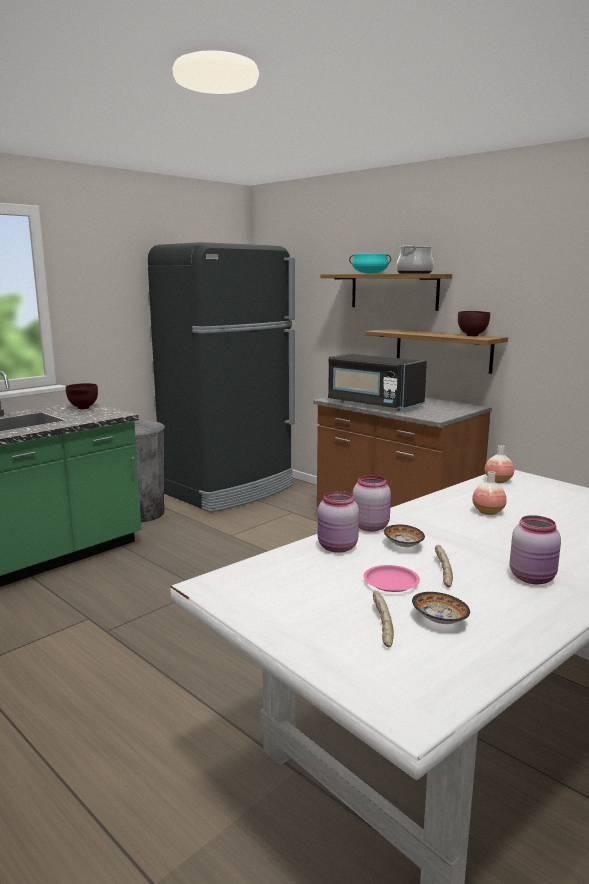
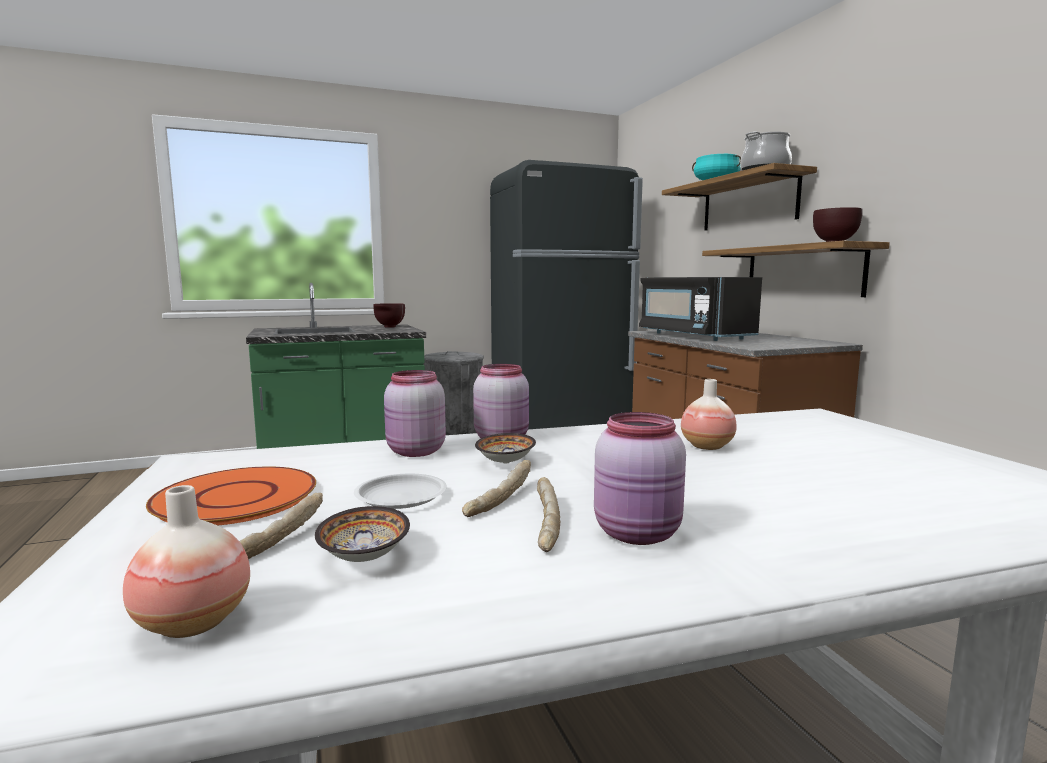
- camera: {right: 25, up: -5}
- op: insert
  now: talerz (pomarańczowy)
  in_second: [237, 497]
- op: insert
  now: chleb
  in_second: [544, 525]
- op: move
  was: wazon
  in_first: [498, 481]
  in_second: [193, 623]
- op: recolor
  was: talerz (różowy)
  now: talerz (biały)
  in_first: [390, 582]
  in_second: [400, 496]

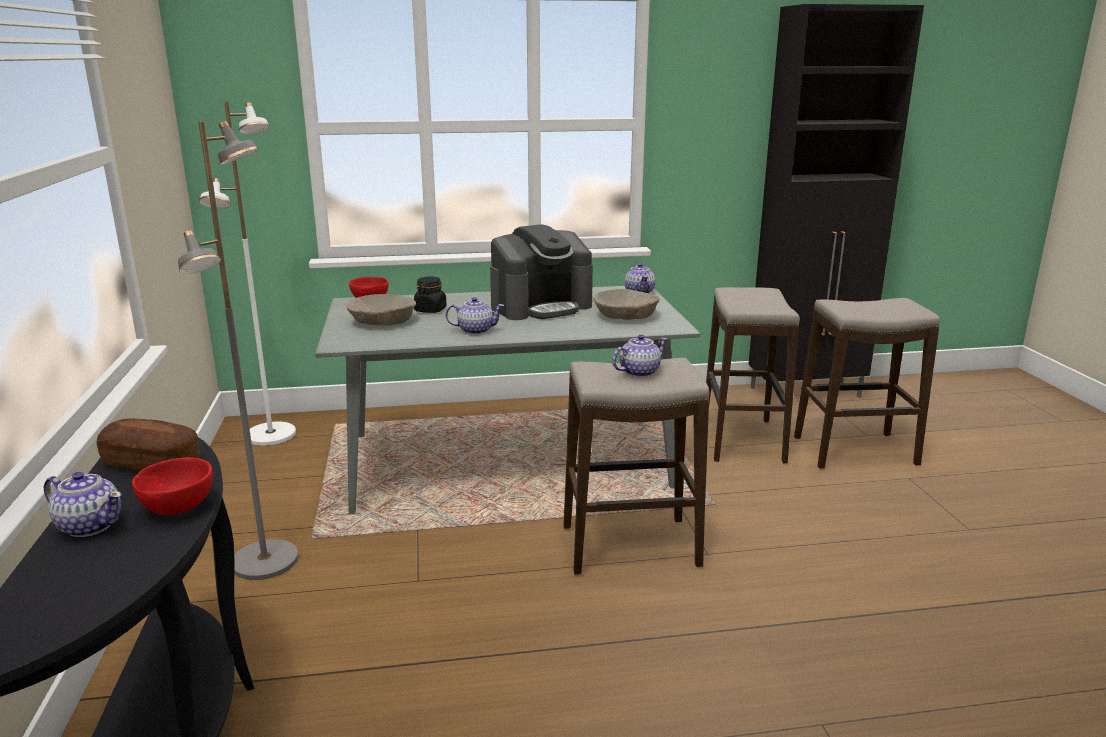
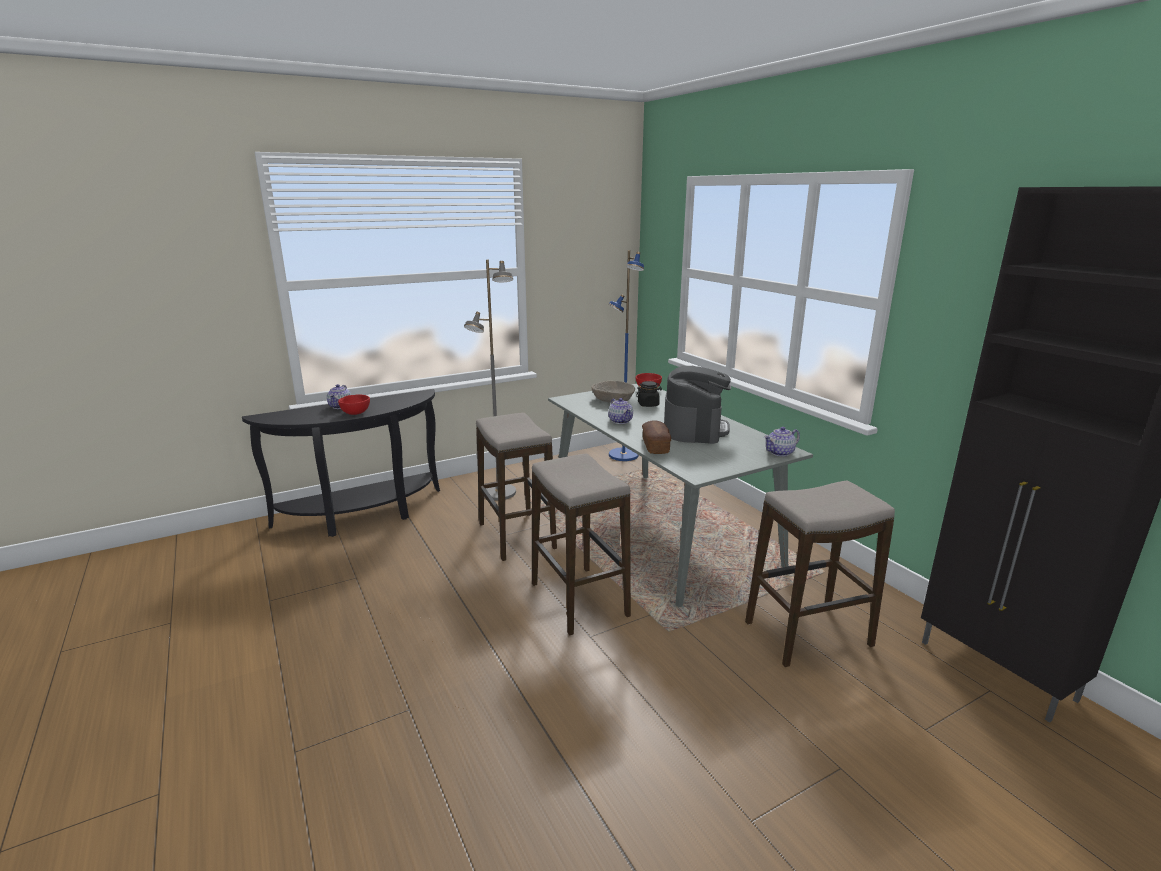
- camera: {right: 70, up: 0}
- op: delete
  was: miska (beżowy)
  in_first: [625, 316]
- op: delete
  was: imbryk
  in_first: [638, 372]
- op: move
  was: chleb
  in_first: [151, 463]
  in_second: [655, 446]
- op: move
  was: stołek
  in_first: [855, 451]
  in_second: [516, 536]
- op: recolor
  was: lampa stojąca (biały)
  now: lampa stojąca (niebieski)
  in_first: [271, 435]
  in_second: [623, 455]
- op: rotate
  was: ekspres do kawy
  in_first: [541, 306]
  in_second: [695, 429]
  clockwise: -120

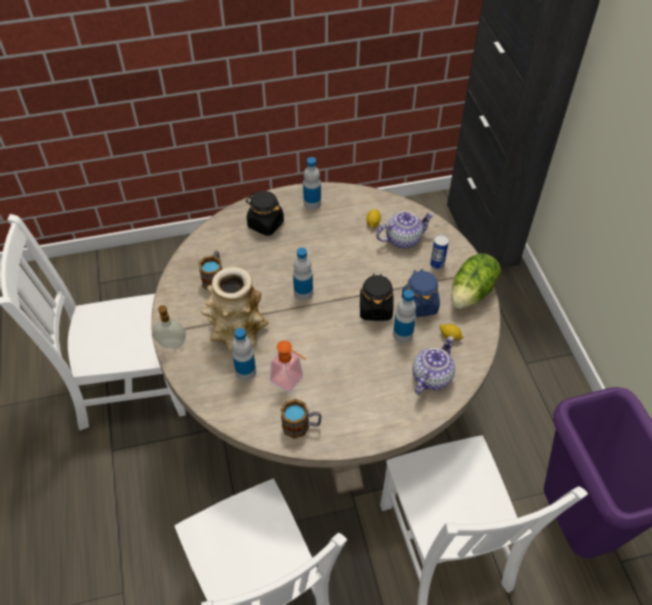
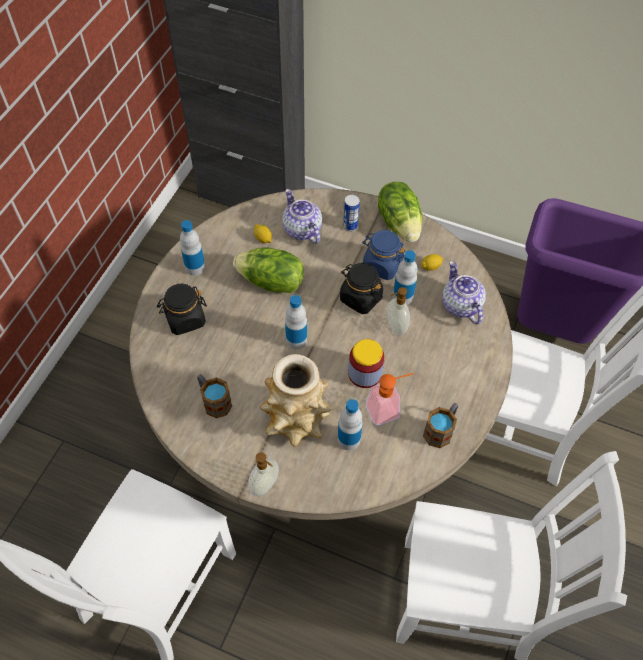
- camera: {right: -55, up: 5}
- op: insert
  now: sałata
  in_second: [271, 282]
- op: insert
  now: słoik
  in_second: [365, 373]
- op: insert
  now: dozownik mydła
  in_second: [395, 326]
- op: rotate
  was: imbryk
  in_first: [403, 239]
  in_second: [301, 229]
  clockwise: -45

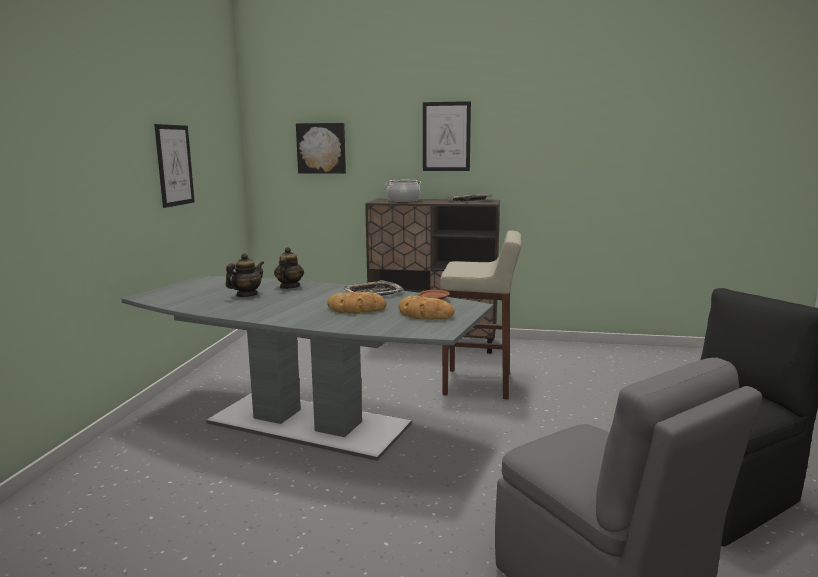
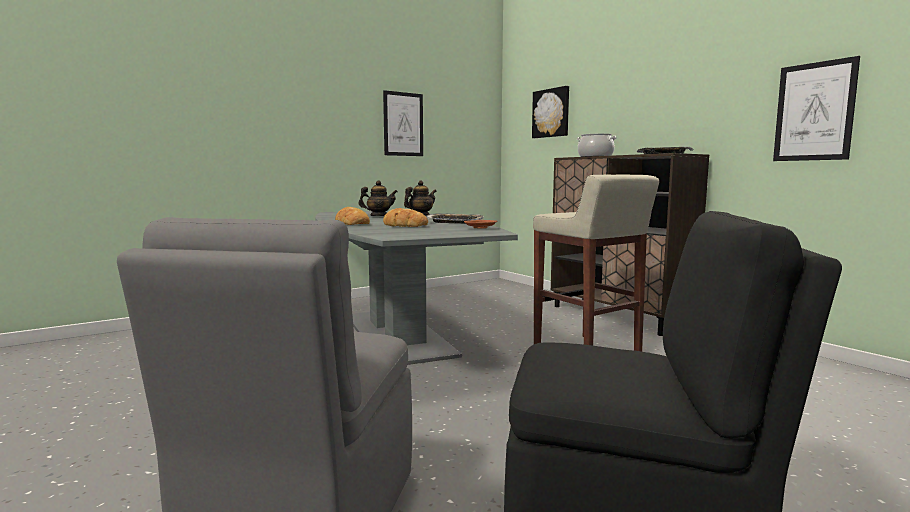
- camera: {right: 45, up: -5}
- op: move
  was: chleb
  in_first: [424, 314]
  in_second: [353, 223]
- op: move
  was: obraz
  in_first: [446, 136]
  in_second: [814, 112]

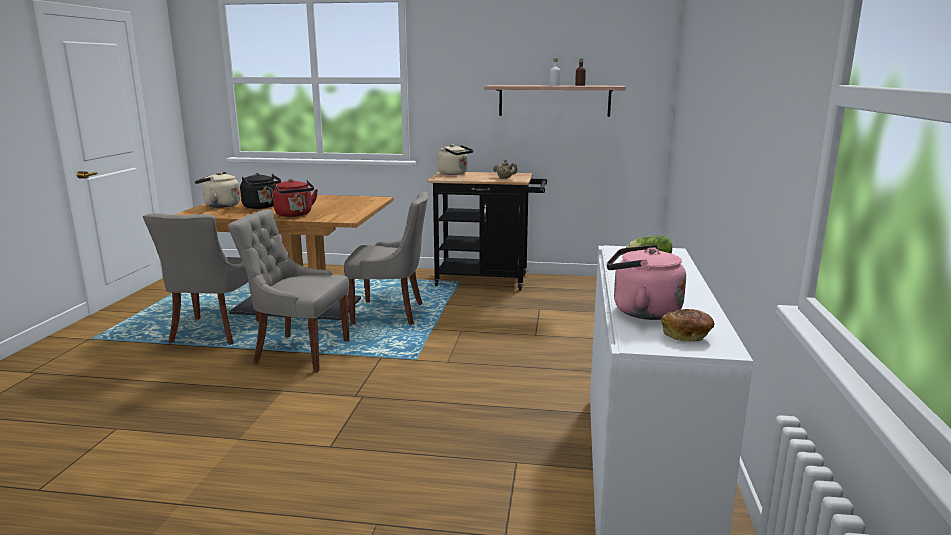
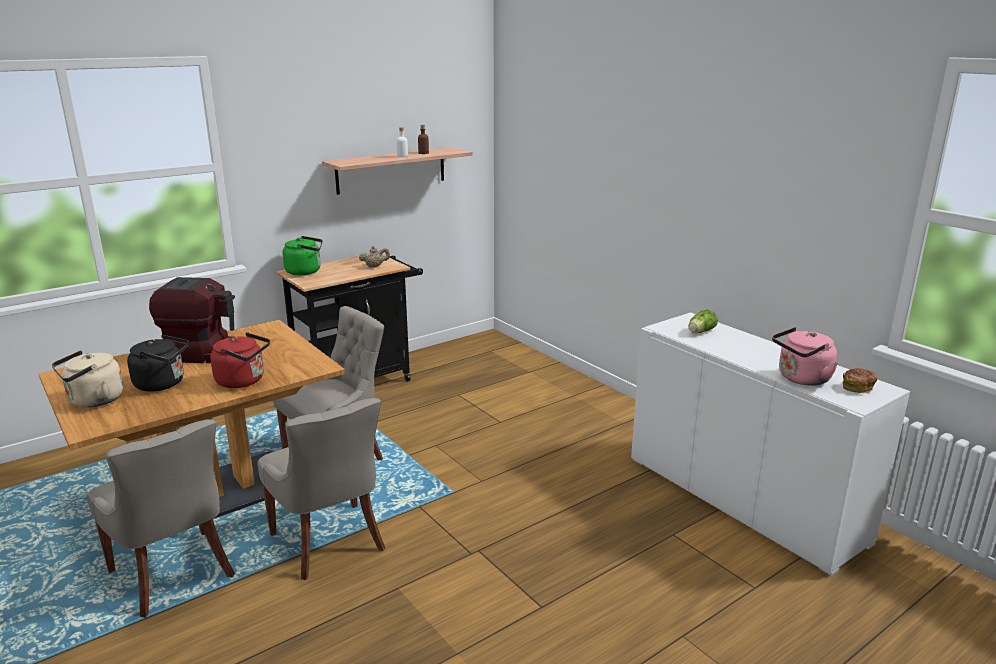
- camera: {right: -45, up: 5}
- op: insert
  now: ekspres do kawy
  in_second: [207, 353]
- op: recolor
  was: czajnik (beżowy)
  now: czajnik (zielony)
  in_first: [454, 173]
  in_second: [306, 271]
- op: rotate
  was: krzesło (szary)
  in_first: [299, 352]
  in_second: [330, 542]
  clockwise: -90

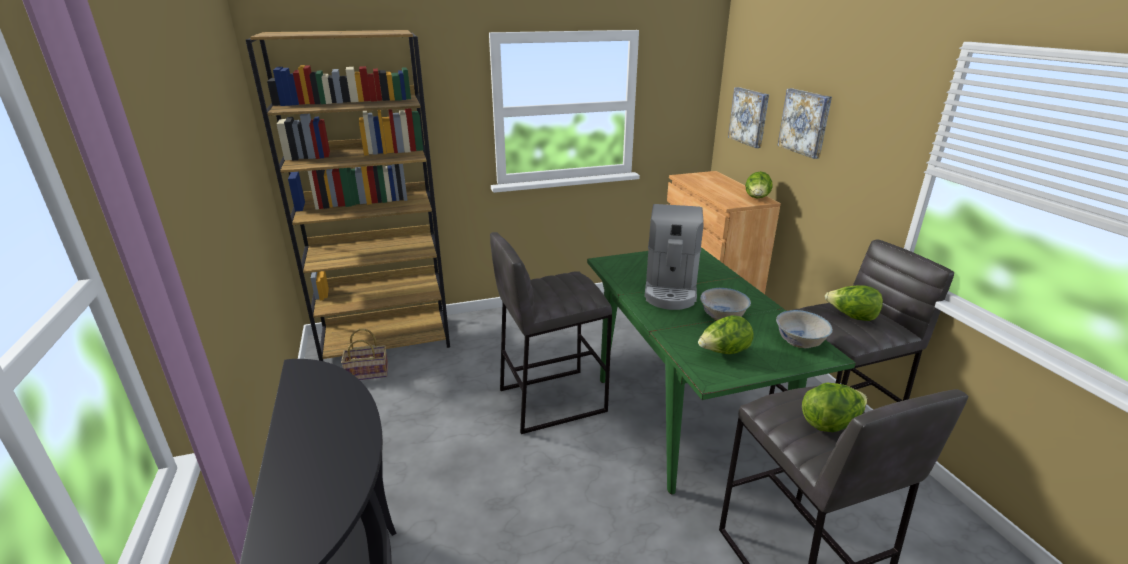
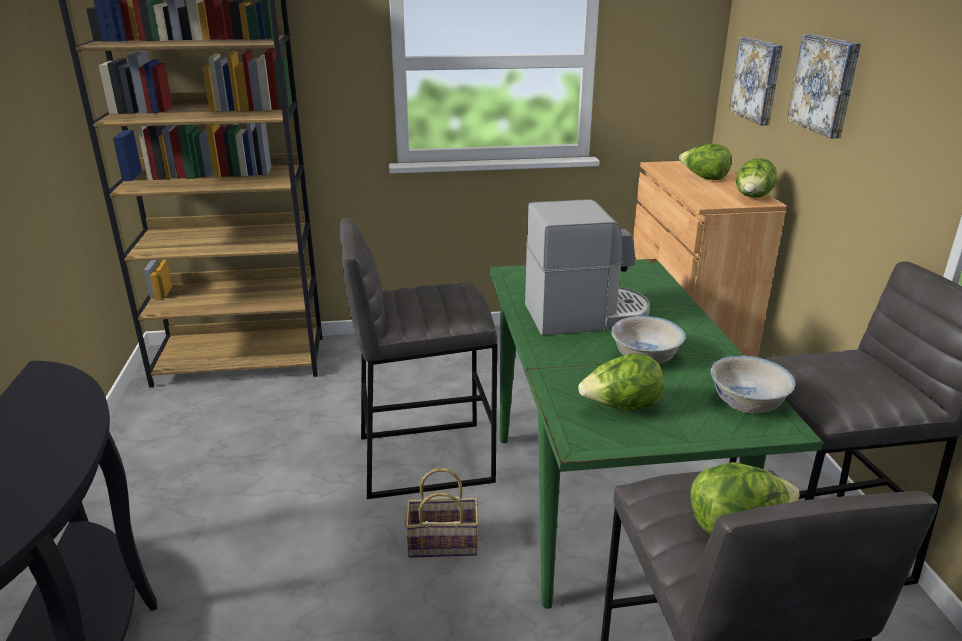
- camera: {right: 10, up: 0}
- op: move
  was: koszyk
  in_first: [368, 372]
  in_second: [445, 542]
- op: move
  was: sałata
  in_first: [851, 317]
  in_second: [704, 178]
- op: rotate
  was: ekspres do kawy
  in_first: [670, 289]
  in_second: [586, 315]
  clockwise: -120

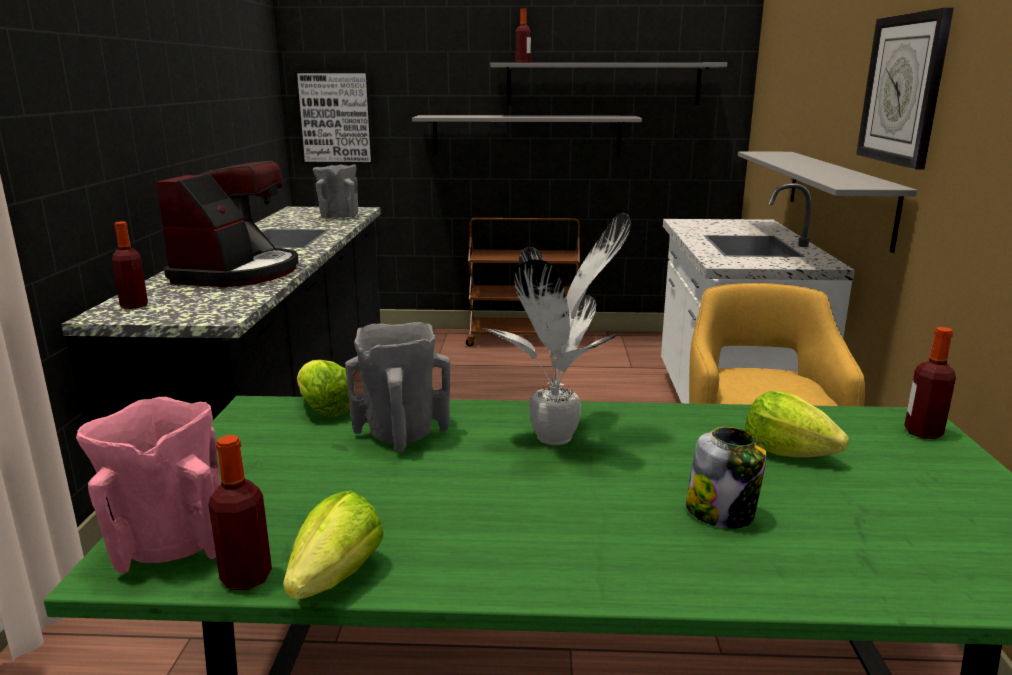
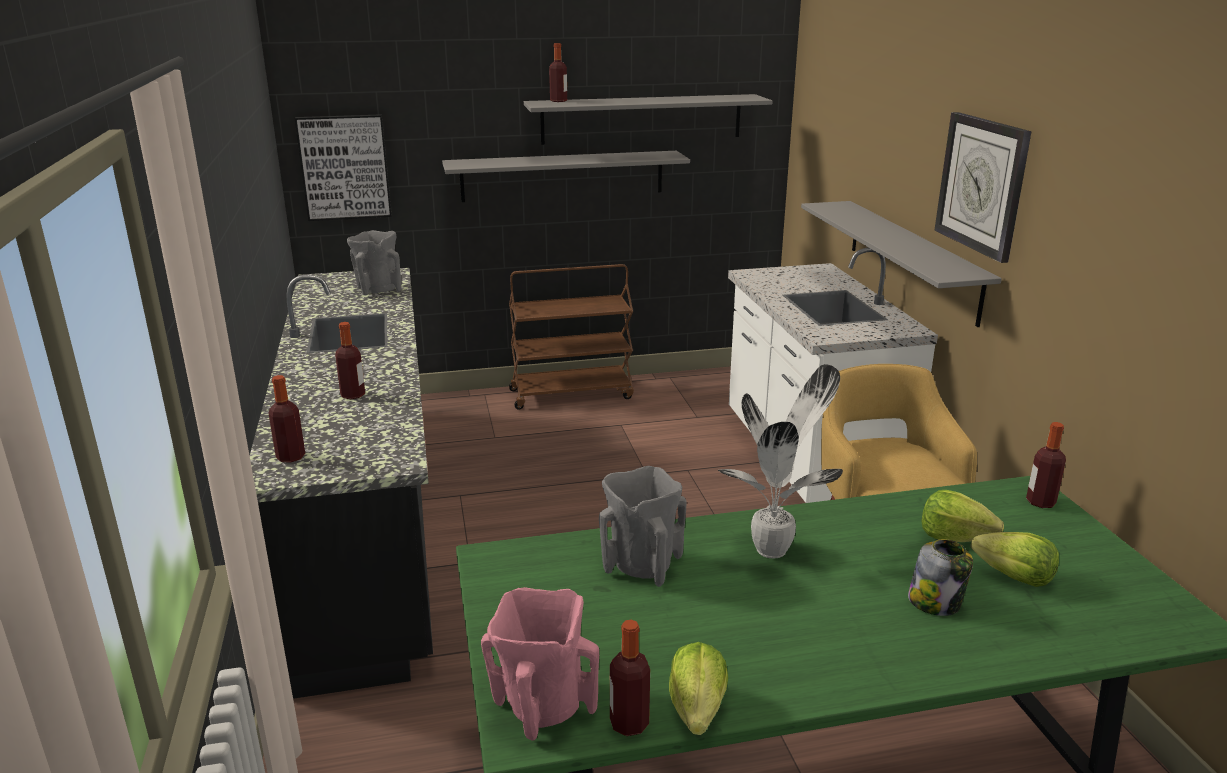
- camera: {right: -15, up: 5}
- op: move
  was: sałata
  in_first: [324, 409]
  in_second: [1014, 577]
- op: replace
  was: ekspres do kawy
  now: butelka
  in_first: [238, 273]
  in_second: [353, 395]

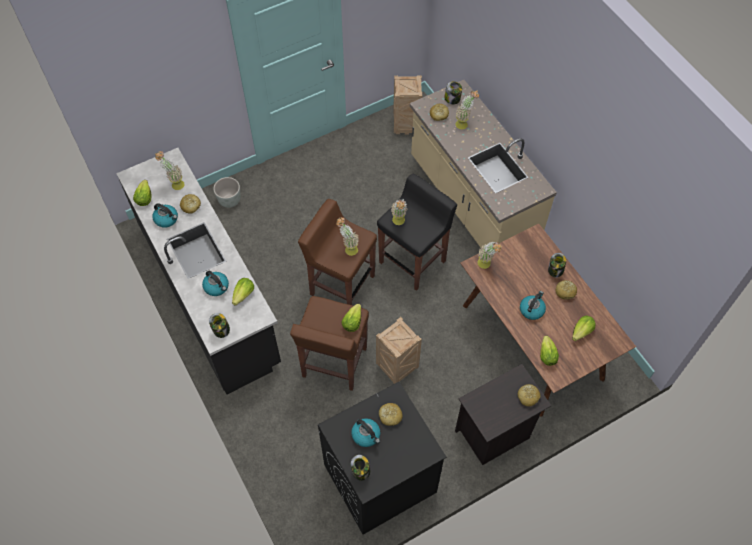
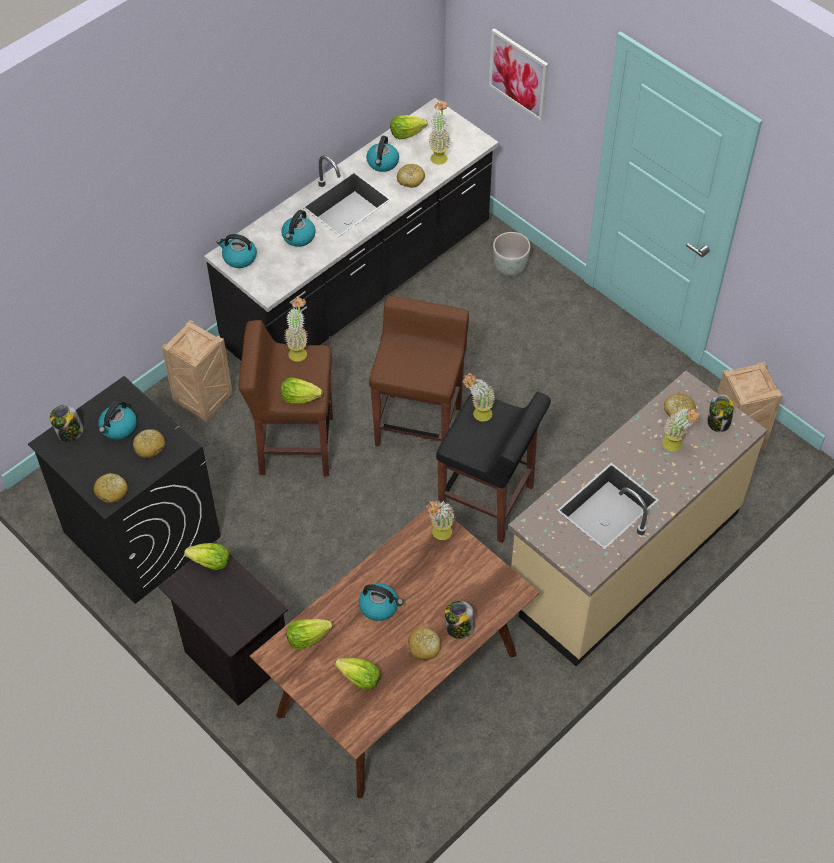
- camera: {right: 75, up: -5}
- op: insert
  now: obraz
  in_second: [519, 74]
- op: move
  was: sałata
  in_first: [244, 295]
  in_second: [210, 563]
- op: move
  was: roślina doniczkowa
  in_first: [348, 248]
  in_second: [298, 350]
- op: move
  was: skrzynka
  in_first: [397, 368]
  in_second: [202, 401]
- op: move
  was: chleb
  in_first: [528, 396]
  in_second: [112, 491]
- op: replace
  was: słoik
  now: czajnik
  in_first: [221, 330]
  in_second: [239, 258]

